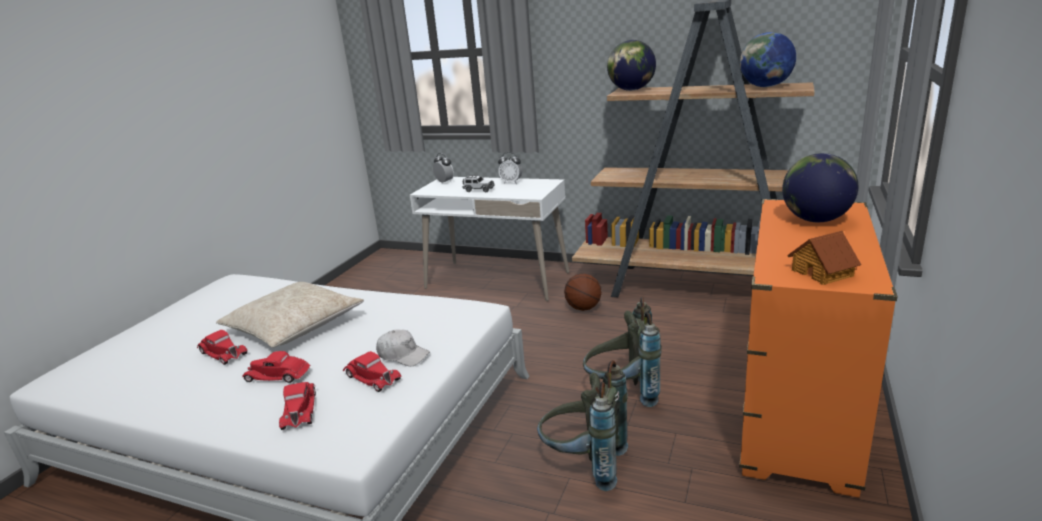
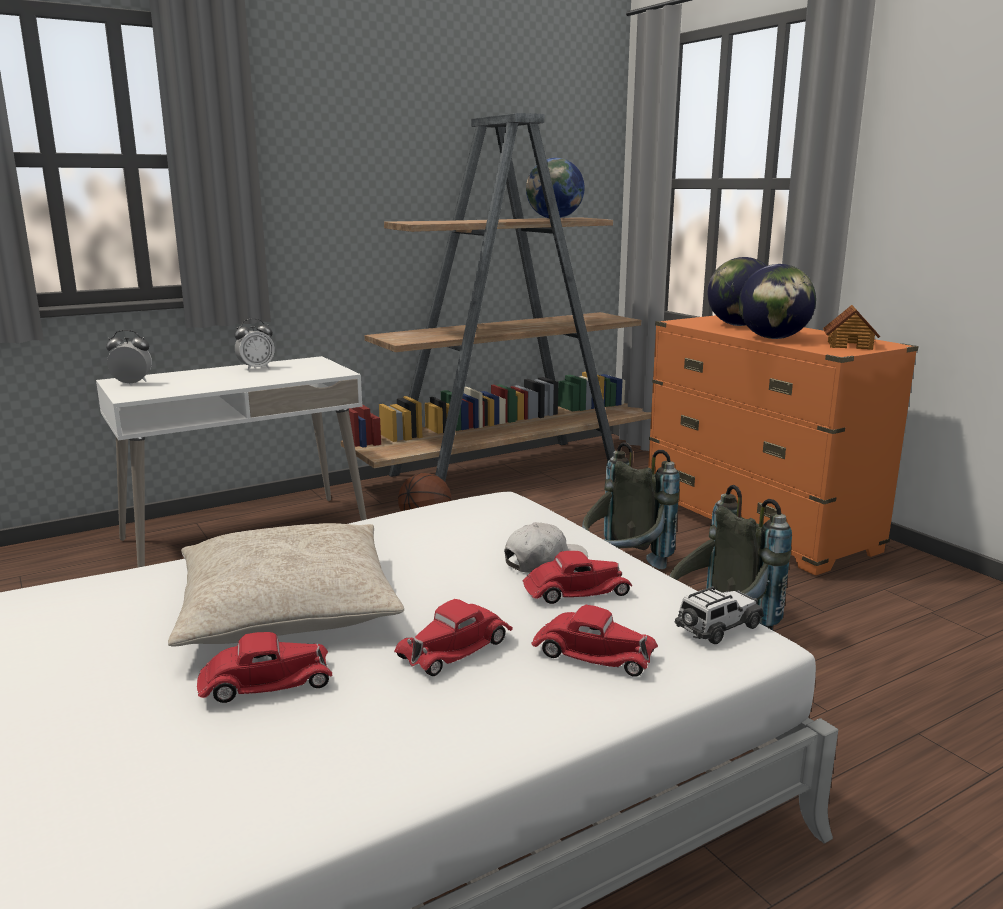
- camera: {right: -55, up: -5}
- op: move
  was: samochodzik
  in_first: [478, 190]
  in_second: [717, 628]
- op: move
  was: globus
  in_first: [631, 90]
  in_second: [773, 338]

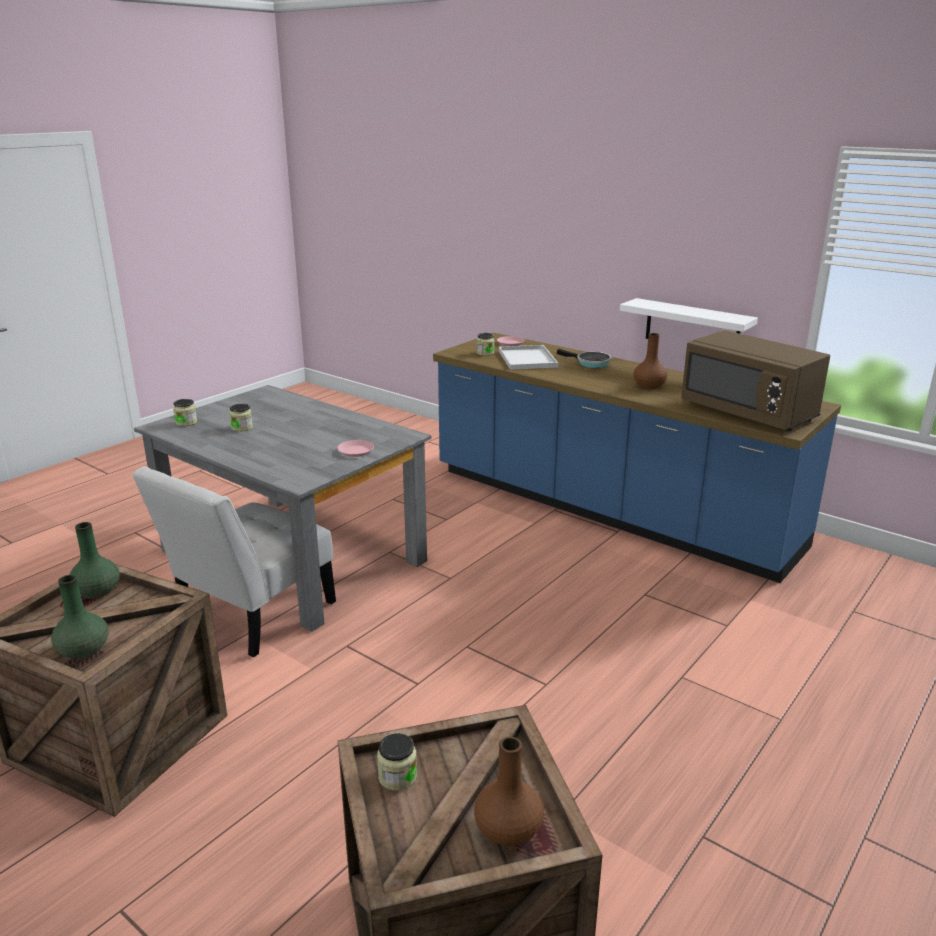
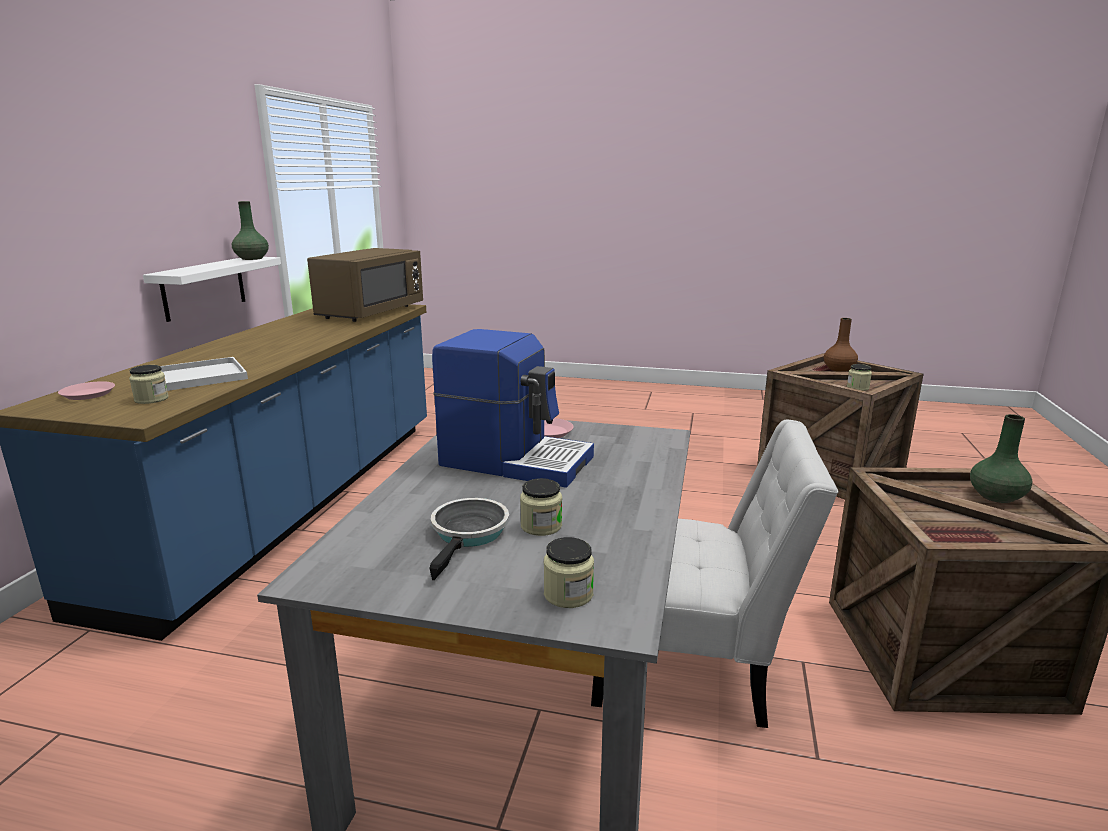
- camera: {right: -115, up: -5}
- op: delete
  was: wazon (brązowy)
  in_first: [649, 386]
- op: insert
  now: ekspres do kawy
  in_second: [516, 460]
- op: move
  was: wazon (zielony)
  in_first: [96, 591]
  in_second: [252, 258]
- op: move
  was: patelnia
  in_first: [590, 363]
  in_second: [468, 535]

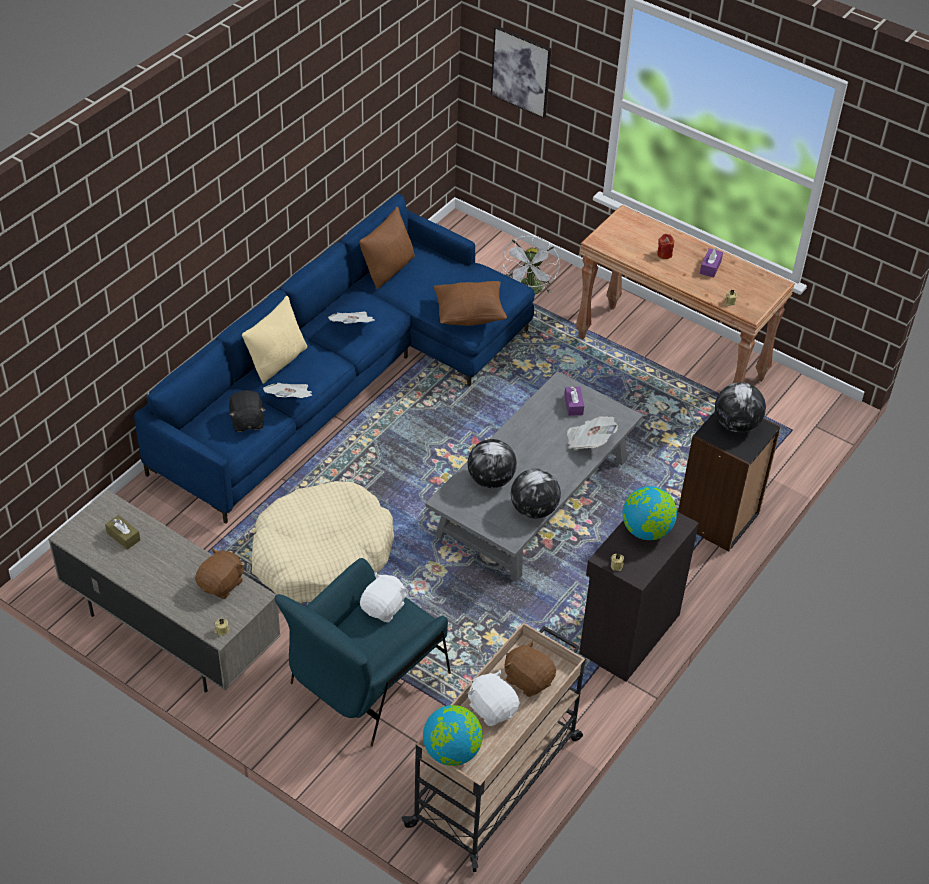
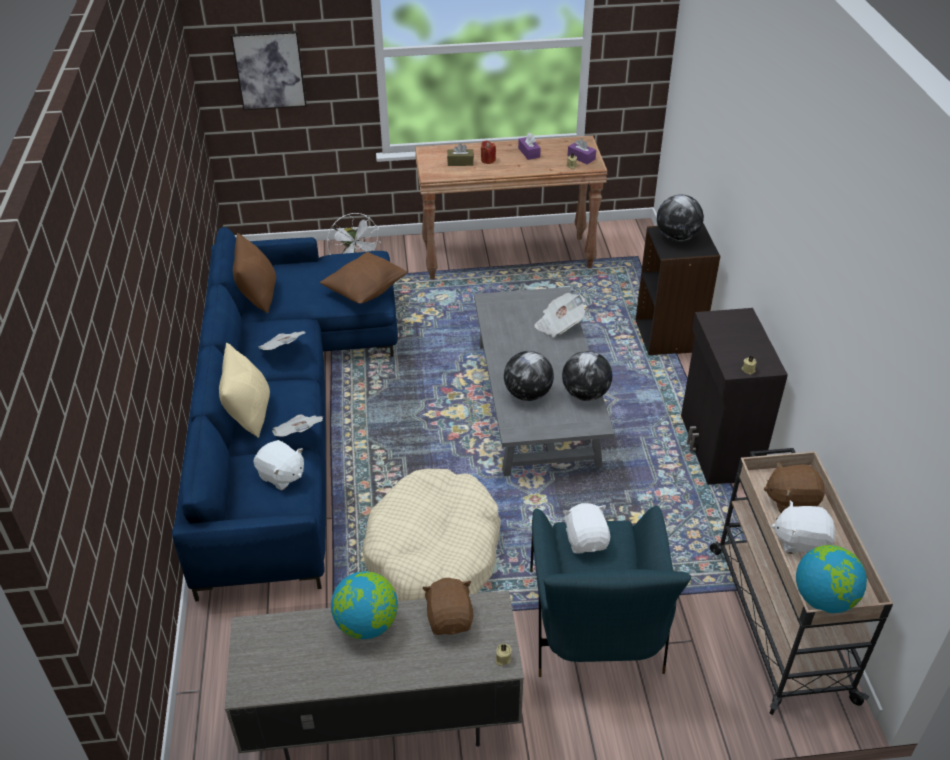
- camera: {right: -40, up: -5}
- op: move
  was: pudełko chusteczek (brązowy)
  in_first: [123, 536]
  in_second: [460, 162]
- op: move
  was: pudełko chusteczek (fioletowy)
  in_first: [573, 405]
  in_second: [581, 157]
- op: move
  was: globus
  in_first: [646, 531]
  in_second: [367, 624]
- op: recolor
  was: pluszak (czarny)
  now: pluszak (biały)
  in_first: [247, 421]
  in_second: [281, 476]

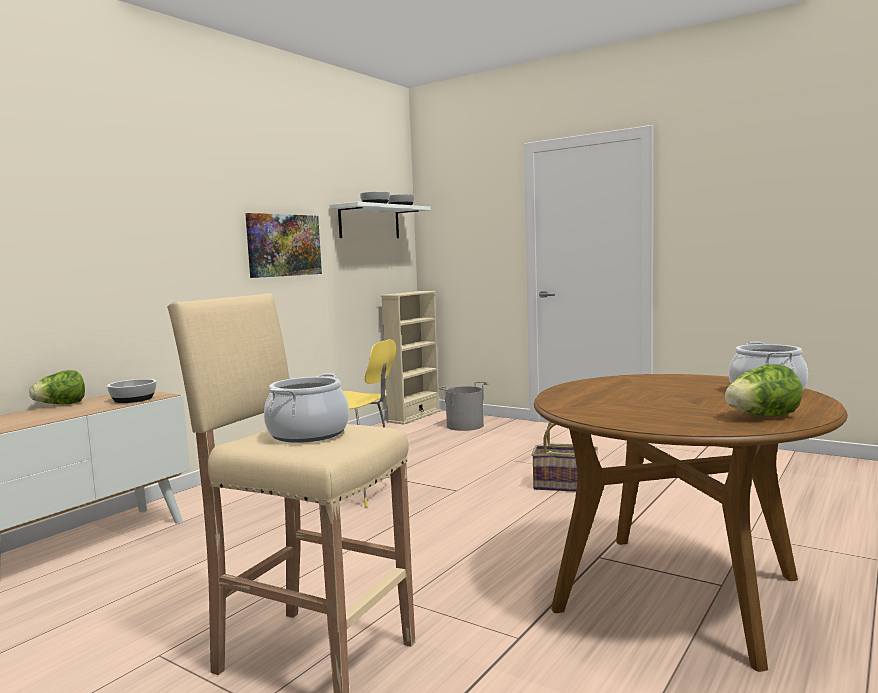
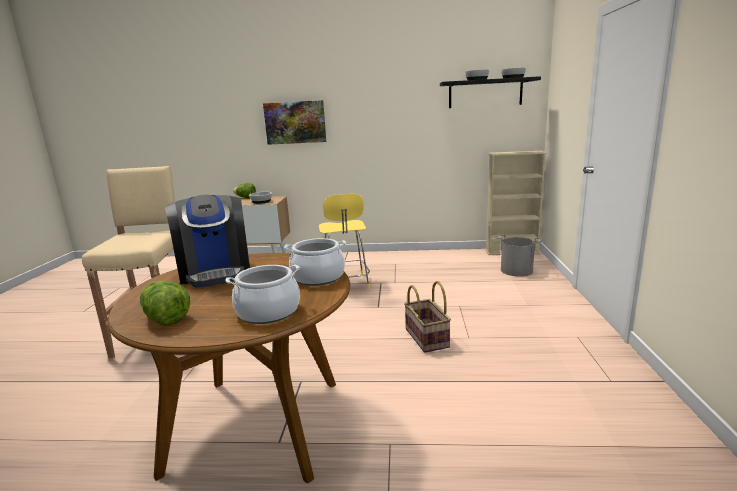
- camera: {right: 60, up: 10}
- op: insert
  now: ekspres do kawy
  in_second: [215, 272]
- op: move
  was: obraz
  in_first: [283, 245]
  in_second: [295, 122]
- op: move
  was: garnek
  in_first: [307, 434]
  in_second: [318, 277]
- op: recolor
  was: półka (biały)
  now: półka (czarny)
  in_first: [369, 222]
  in_second: [485, 93]

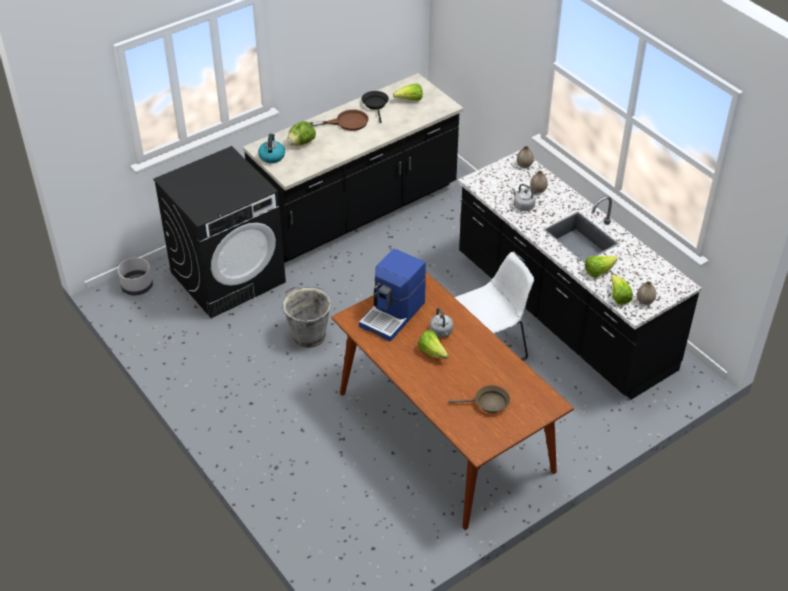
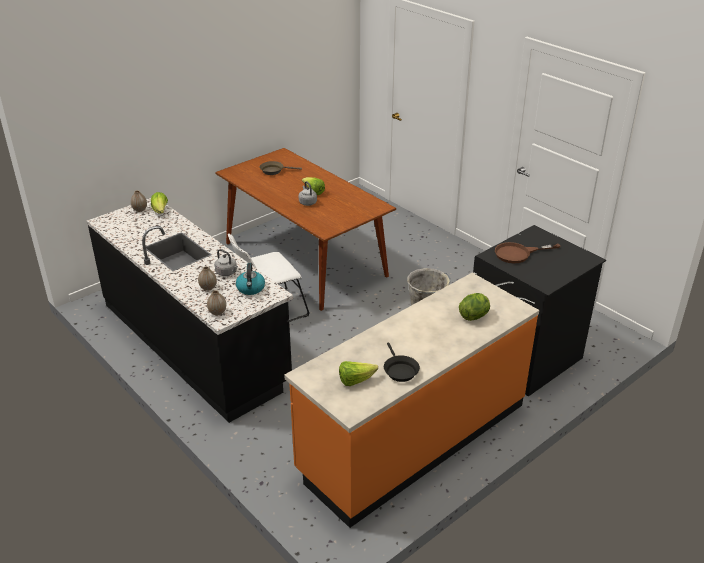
- camera: {right: 175, up: -10}
- op: delete
  was: donica (szary)
  in_first: [137, 286]
- op: delete
  was: ekspres do kawy
  in_first: [393, 314]
- op: delete
  was: sałata
  in_first: [598, 271]
- op: move
  was: czajnik
  in_first: [272, 156]
  in_second: [251, 288]
- op: move
  was: patelnia (brązowy)
  in_first: [346, 122]
  in_second: [518, 253]
- op: recolor
  was: zabudowa kuchenna (czarny)
  now: zabudowa kuchenna (pomarańczowy)
  in_first: [357, 211]
  in_second: [412, 438]

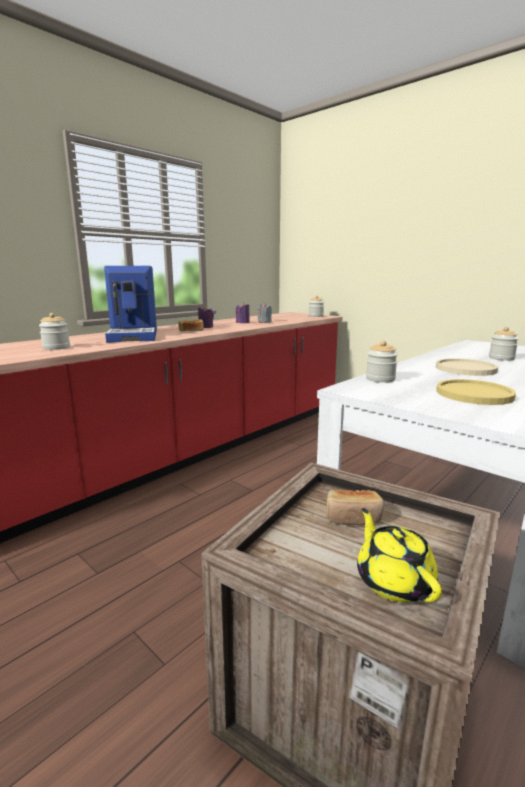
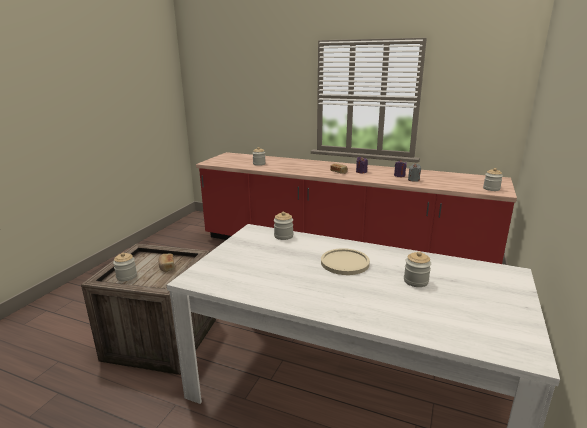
- camera: {right: 70, up: 5}
- op: delete
  was: ekspres do kawy
  in_first: [135, 335]
- op: delete
  was: talerz (żółty)
  in_first: [474, 394]
- op: replace
  was: imbryk (żółty)
  now: słoik
  in_first: [393, 581]
  in_second: [126, 276]

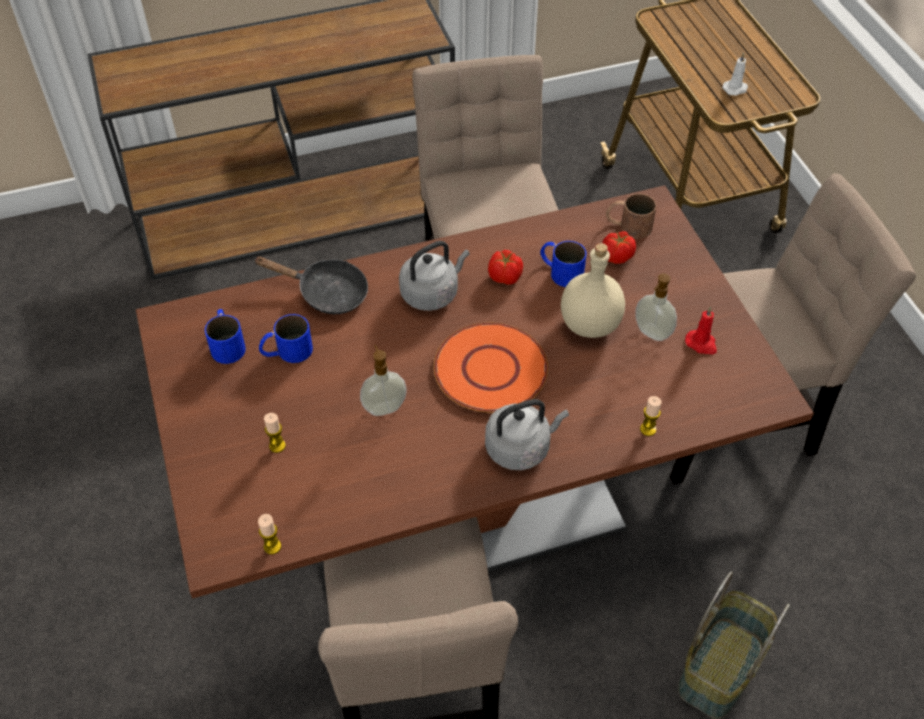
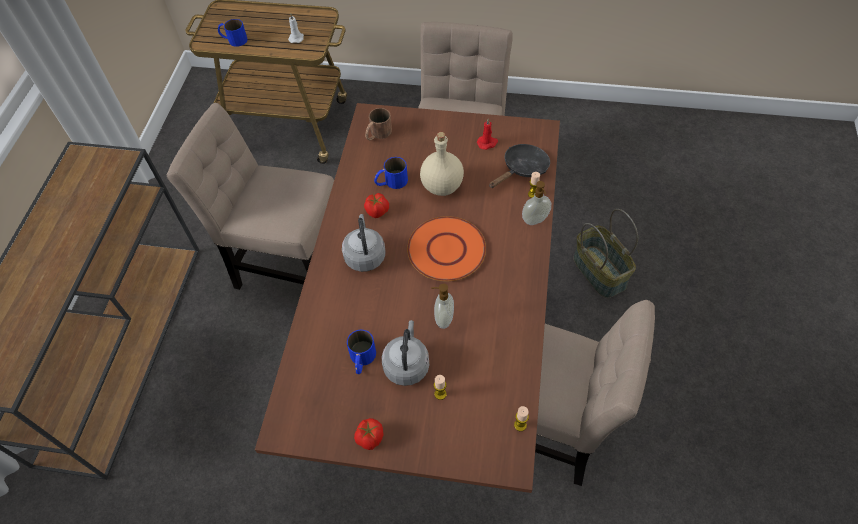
- camera: {right: -60, up: 5}
- op: move
  was: kubek (niebieski)
  in_first: [227, 343]
  in_second: [233, 39]
- op: move
  was: patelnia (czarny)
  in_first: [326, 293]
  in_second: [522, 169]
- op: move
  was: czajnik (szary)
  in_first: [520, 448]
  in_second: [406, 364]
- op: move
  was: pomidor
  in_first: [616, 257]
  in_second: [369, 438]
- op: move
  was: dozownik mydła
  in_first: [651, 333]
  in_second: [535, 220]

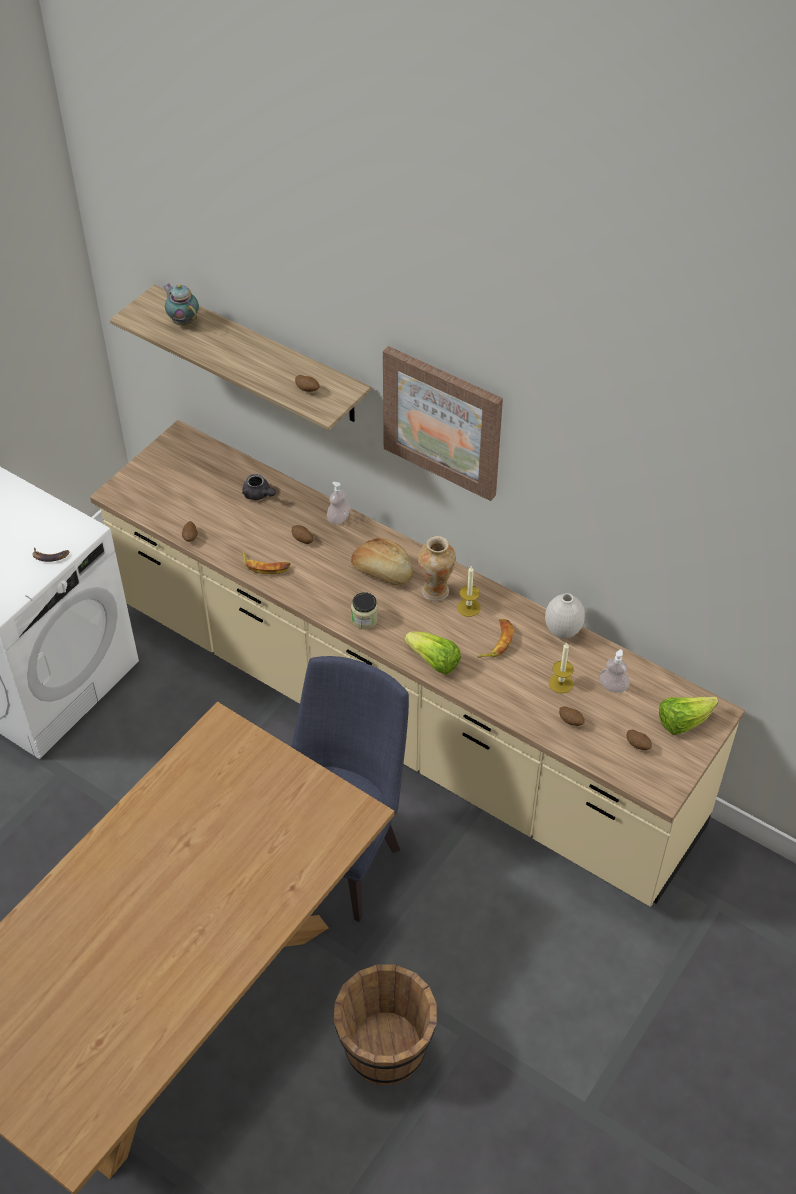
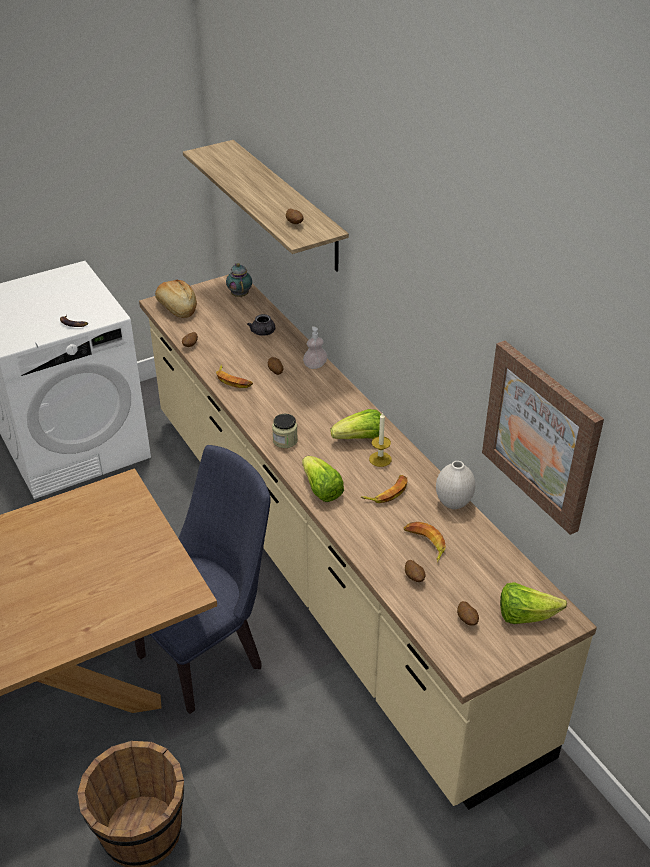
- camera: {right: 25, up: -10}
- op: delete
  was: dozownik mydła
  in_first: [613, 686]
- op: move
  was: imbryk
  in_first: [183, 321]
  in_second: [240, 294]
- op: move
  was: chleb
  in_first: [382, 572]
  in_second: [176, 308]
- op: move
  was: obraz
  in_first: [443, 421]
  in_second: [541, 435]
- op: replace
  was: wazon
  now: sałata
  in_first: [436, 590]
  in_second: [360, 438]
- op: replace
  was: świeca
  now: banan
  in_first: [561, 683]
  in_second: [425, 543]

